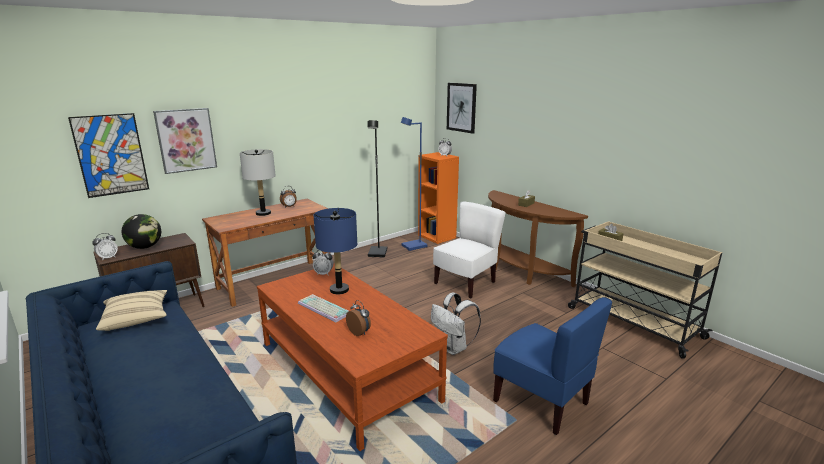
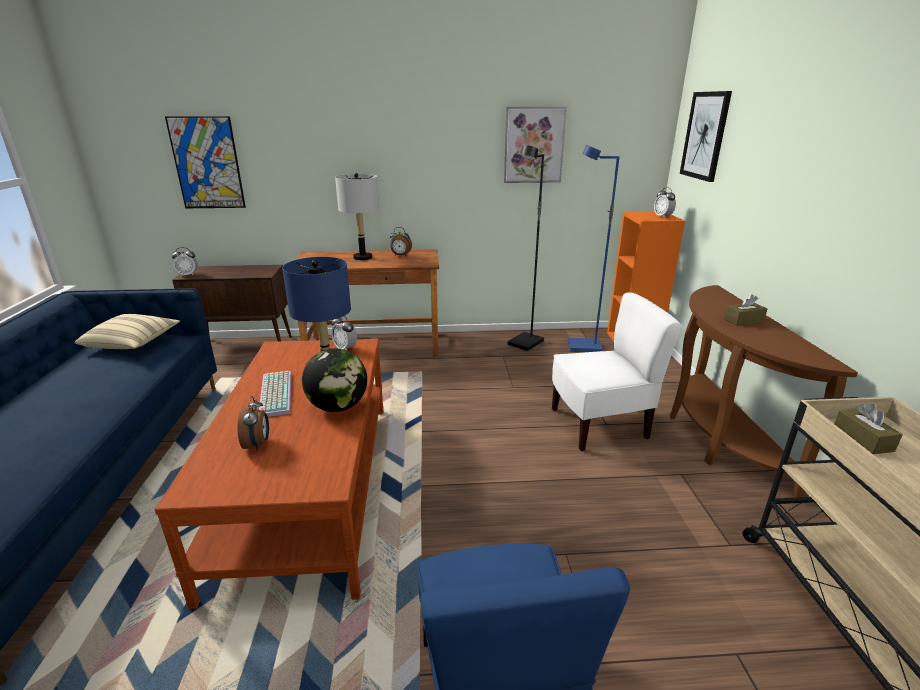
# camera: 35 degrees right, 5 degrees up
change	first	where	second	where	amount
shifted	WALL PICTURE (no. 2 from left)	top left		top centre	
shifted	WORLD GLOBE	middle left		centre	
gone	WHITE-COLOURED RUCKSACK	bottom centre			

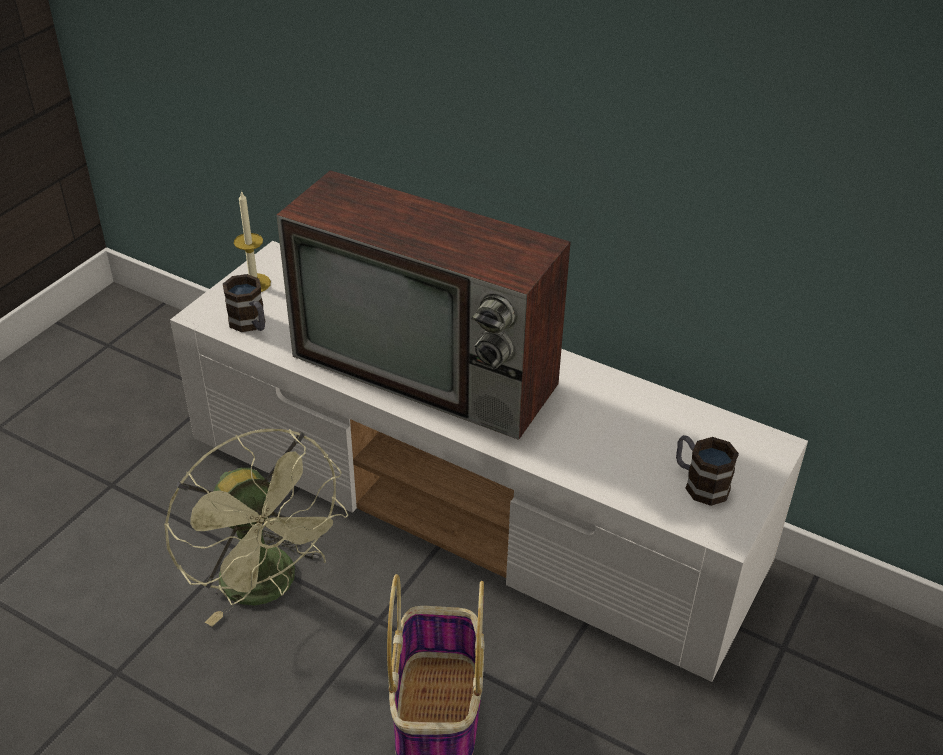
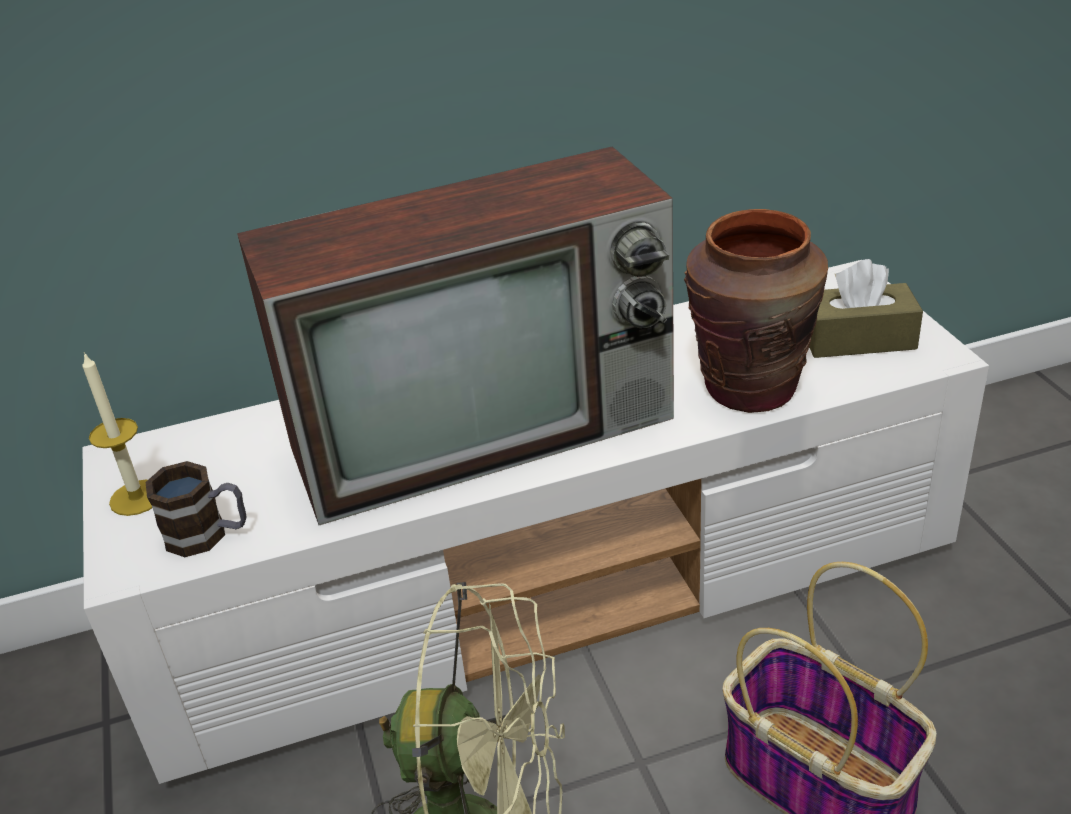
# camera: 45 degrees left, 5 degrees down
change	first	where	second	where	amount
swapped	MUG (no. 2 from left)	middle right	BROWN TISSUE BOX	middle right	
new			BROWN VASE	middle right	

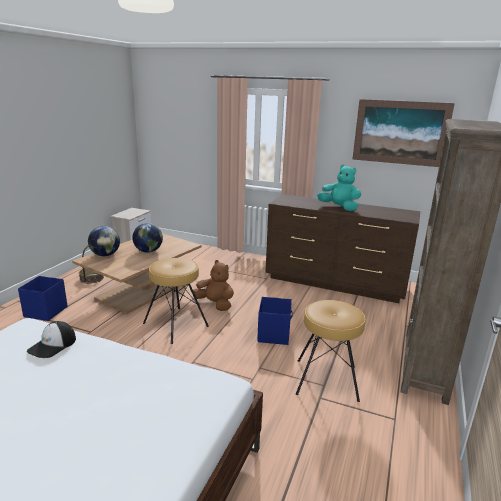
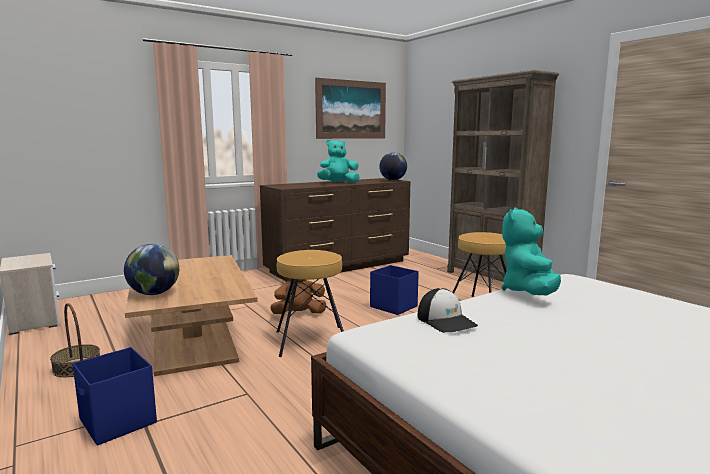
# camera: 55 degrees left, 10 degrees down
change	first	where	second	where	amount
shifted	WORLD GLOBE (no. 2 from left)	middle left		centre	
new			BLUE-GREEN CUDDLY TOY (no. 2 from left)	middle right	

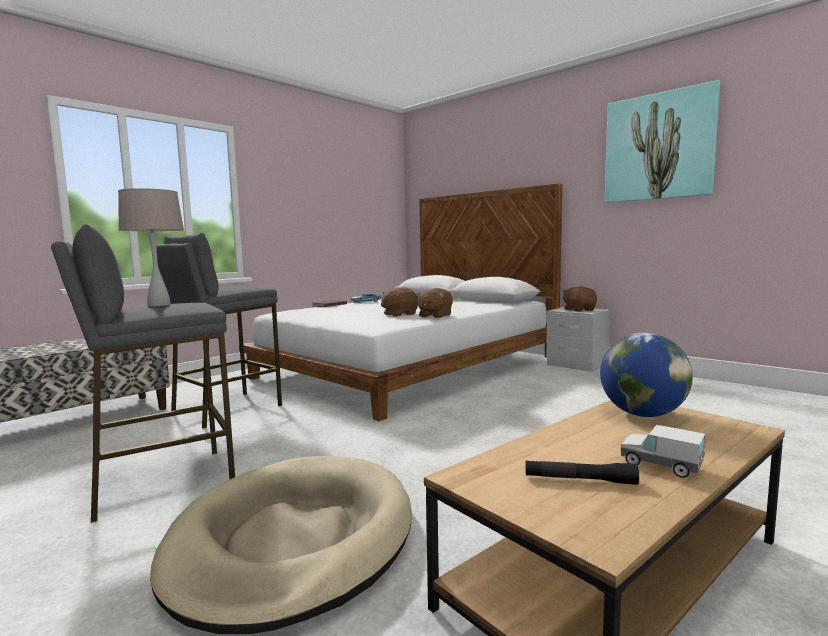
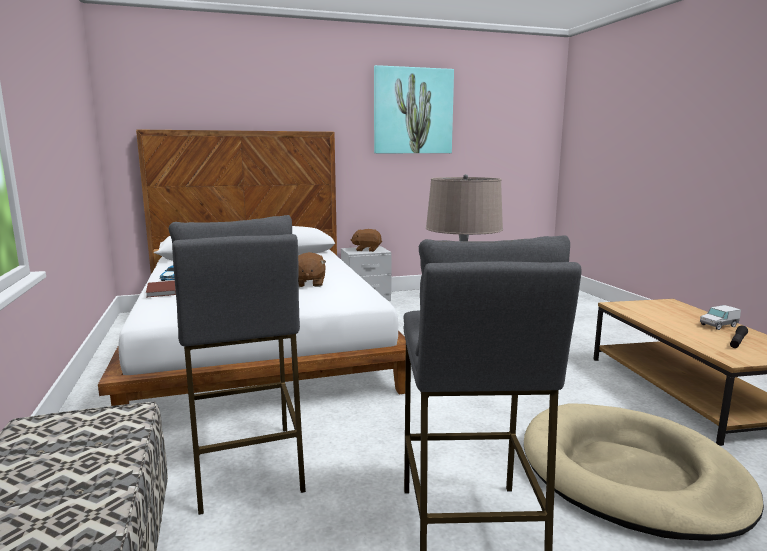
# camera: 60 degrees left, 5 degrees up
change	first	where	second	where	amount
gone	BROWN CUDDLY TOY (no. 2 from left)	centre			
gone	WORLD GLOBE	middle right			

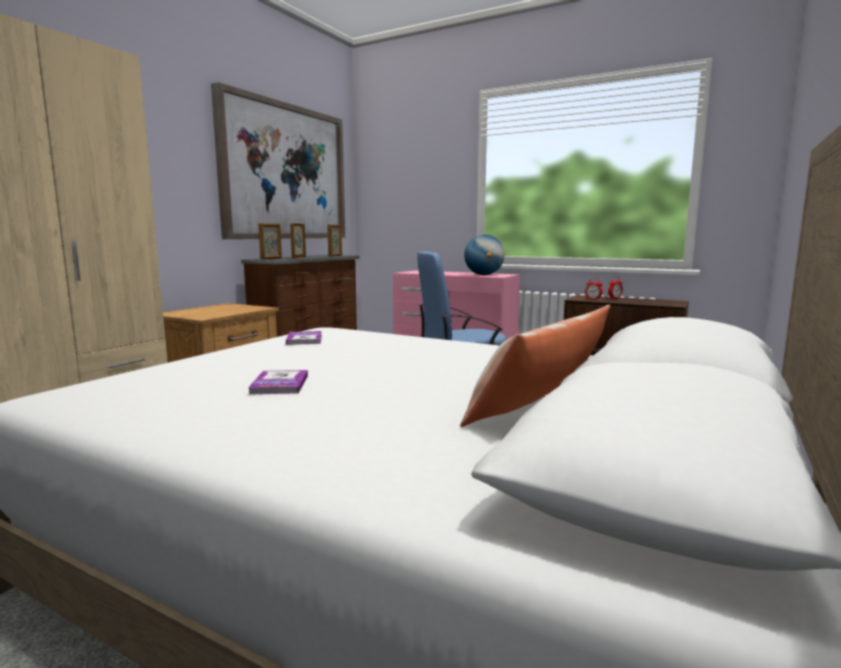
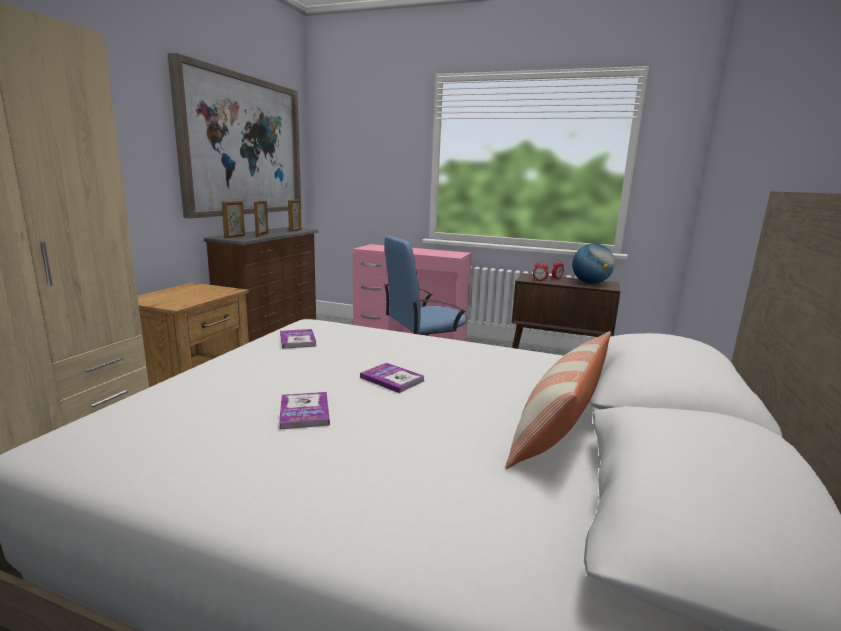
# camera: 10 degrees left, 5 degrees up
change	first	where	second	where	amount
shifted	WORLD GLOBE	centre		middle right	
new			BOOK (no. 3 from left)	centre	

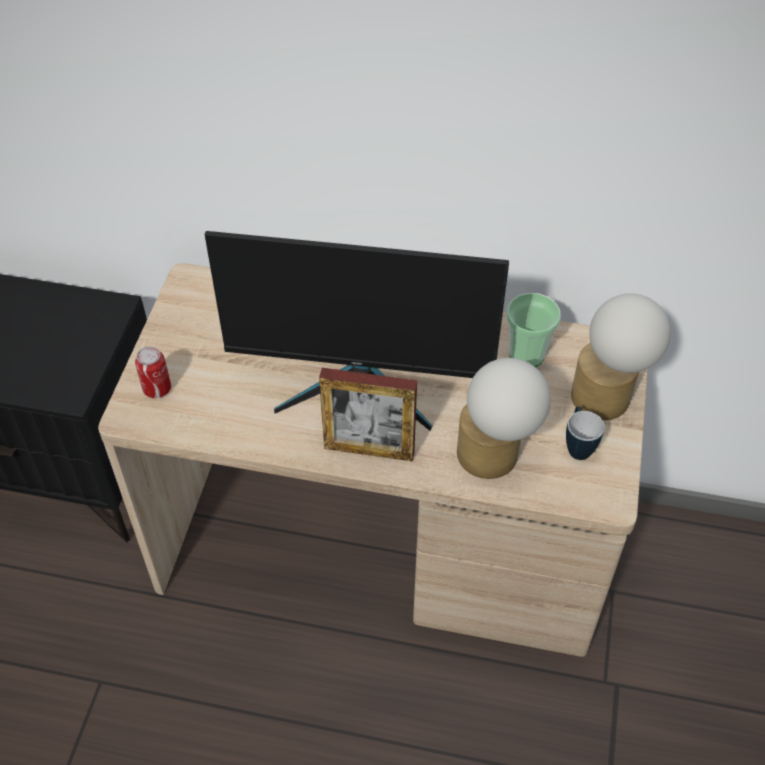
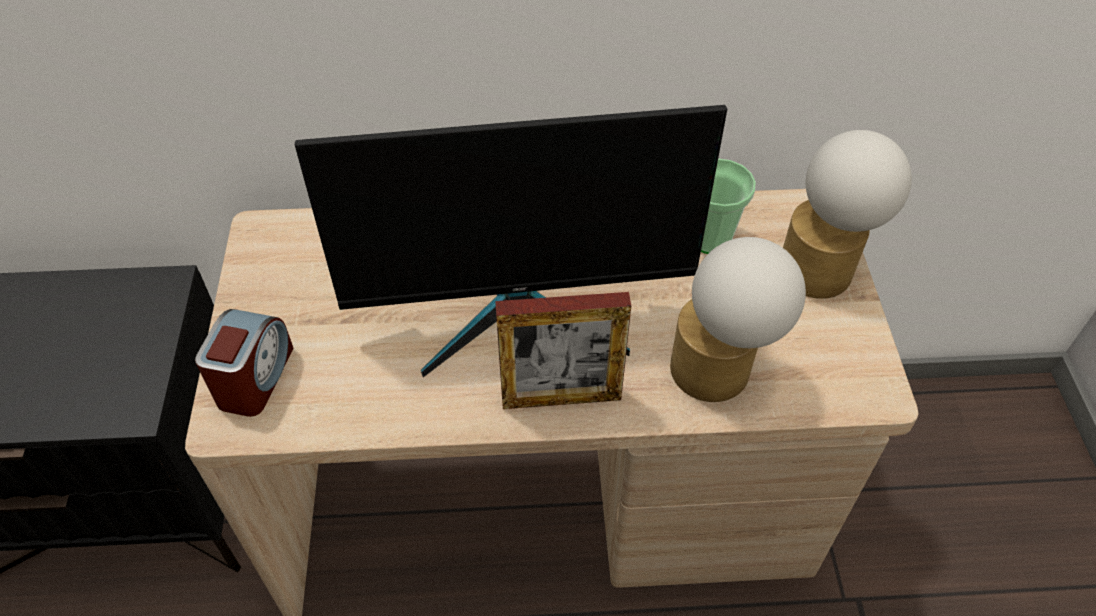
# camera: 15 degrees left, 0 degrees up
change	first	where	second	where	amount
swapped	SEALED CAN	middle left	TABLE CLOCK	middle left	
gone	MUG	middle right			

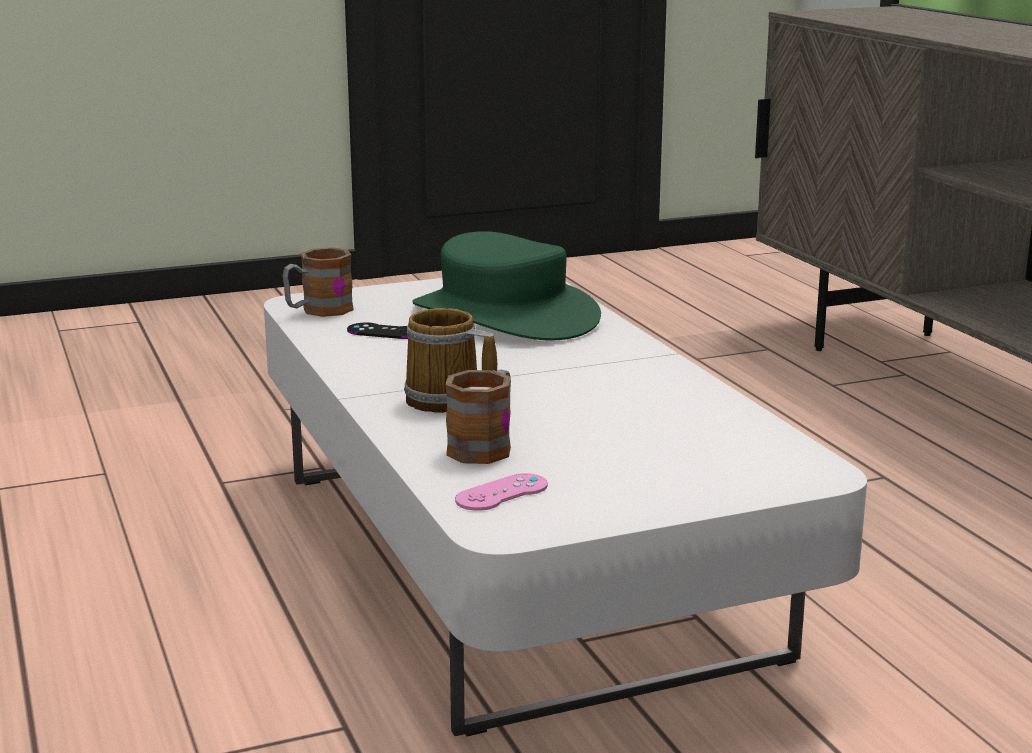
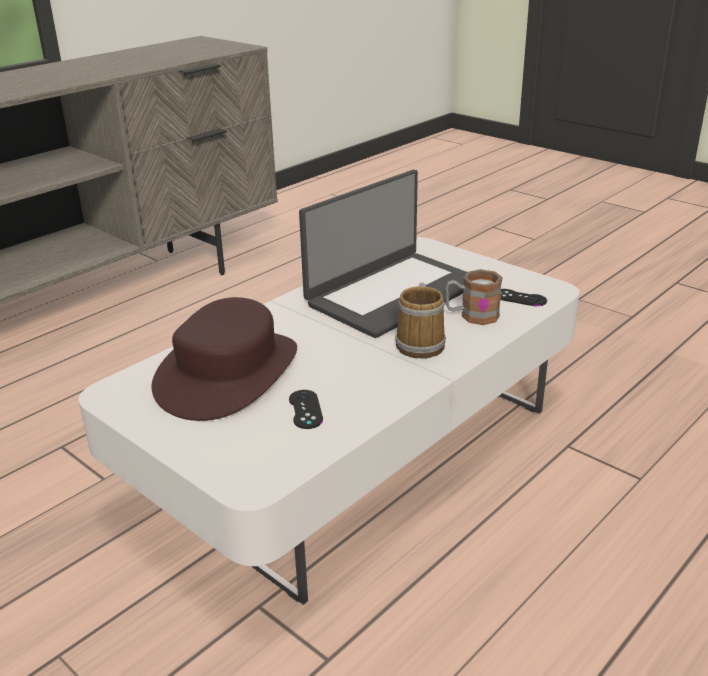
# camera: 115 degrees left, 10 degrees up
change	first	where	second	where	amount
repainted	GREEN CLOTHING HAT	centre	BROWN CLOTHING HAT	middle left	
gone	MUG (no. 1 from left)	middle left			
repainted	PINK GAME CONTROLLER	centre	BLACKISH GAME CONTROLLER (no. 2 from left)	middle right	
new			PORTABLE COMPUTER	centre	

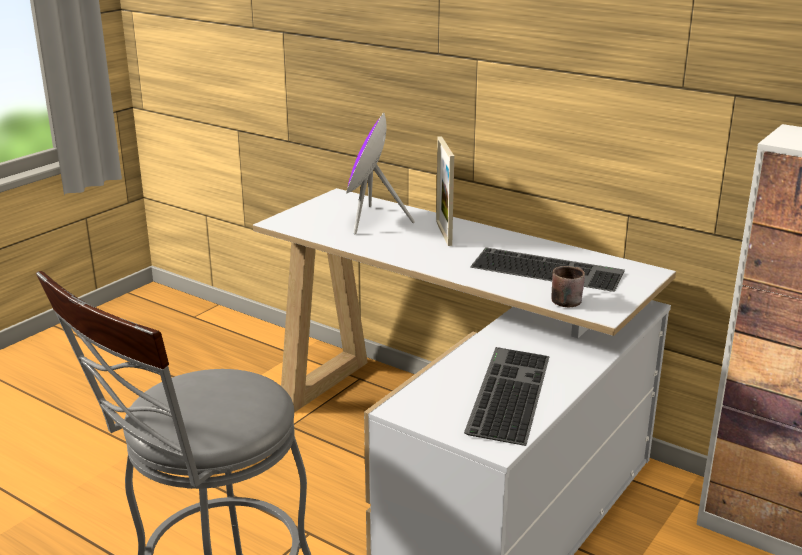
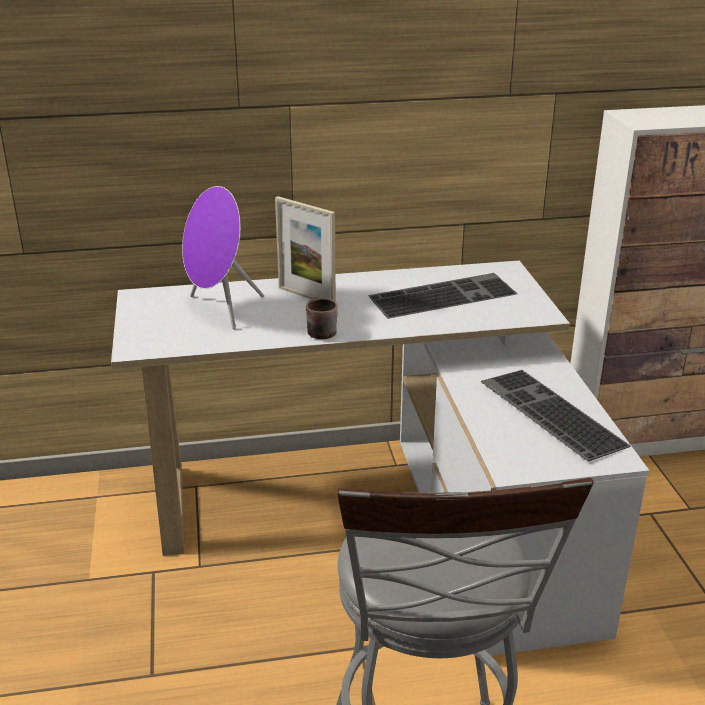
# camera: 45 degrees left, 5 degrees up
change	first	where	second	where	amount
shifted	BROWN MUG	middle right		centre	

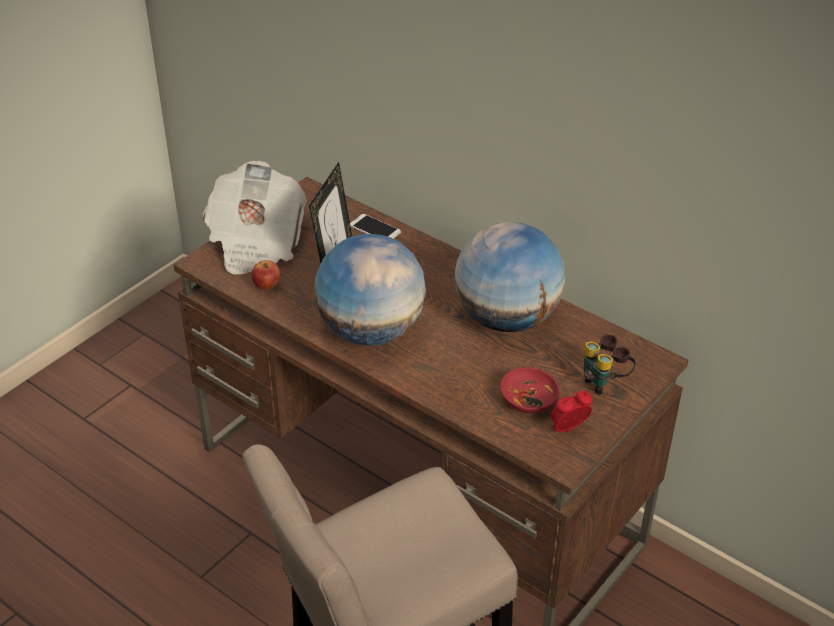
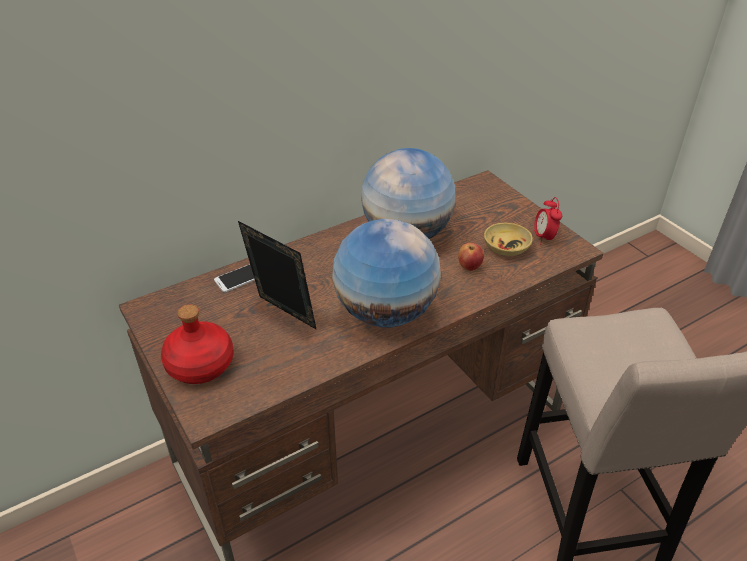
# camera: 70 degrees left, 0 degrees up
change	first	where	second	where	amount
swapped	NEWSPAPER	middle left	REDDISH BEVERAGE BOTTLE	middle left	
shifted	WHOLE APPLE	middle left		centre	
gone	PAIR OF BINOCULARS	middle right			
repainted	REDDISH DEEP DISH	centre	BEIGE DEEP DISH	middle right	

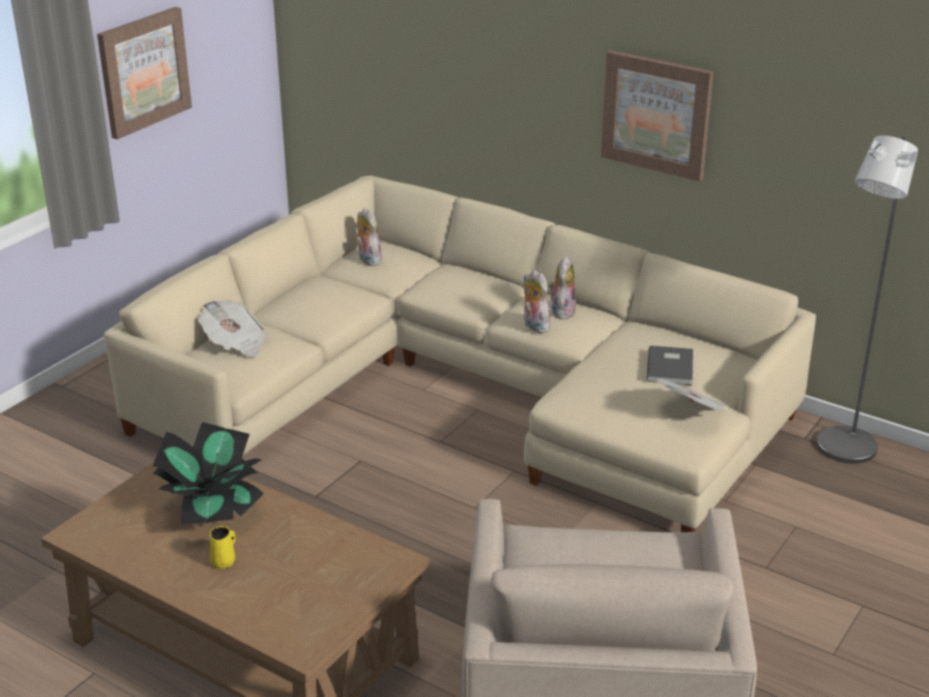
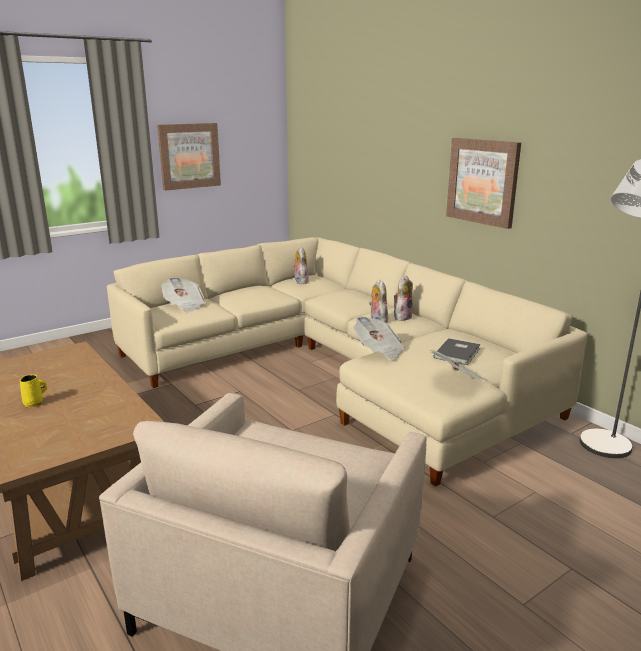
# camera: 20 degrees right, 10 degrees down
change	first	where	second	where	amount
gone	POTTED PLANT	bottom left			
new			NEWSPAPER (no. 2 from left)	centre	

